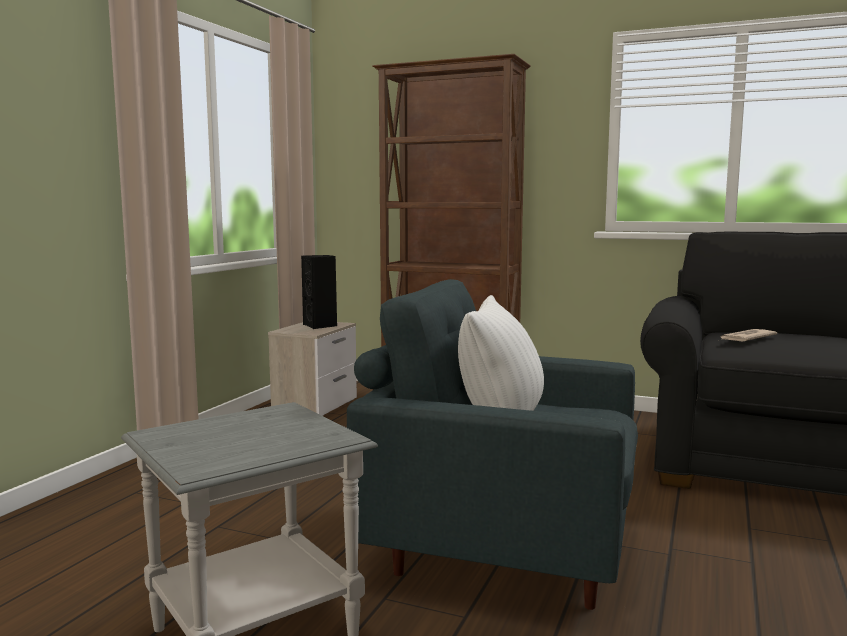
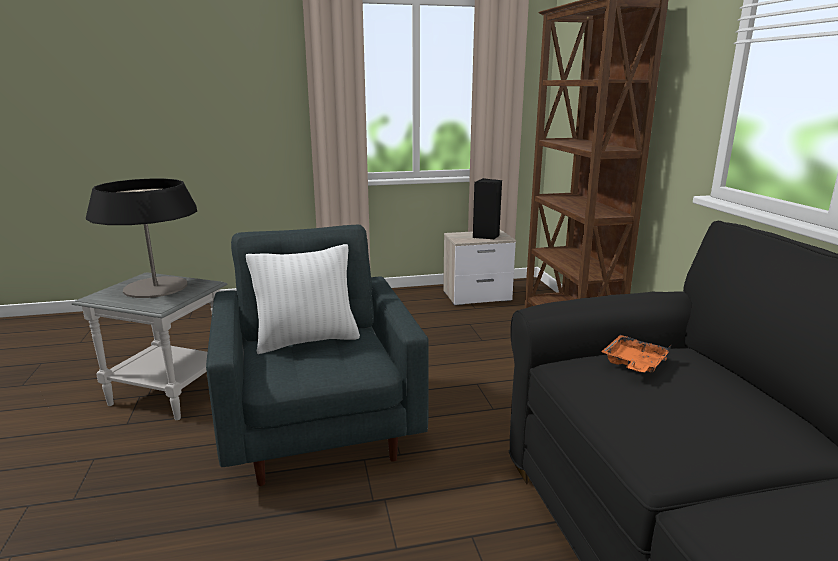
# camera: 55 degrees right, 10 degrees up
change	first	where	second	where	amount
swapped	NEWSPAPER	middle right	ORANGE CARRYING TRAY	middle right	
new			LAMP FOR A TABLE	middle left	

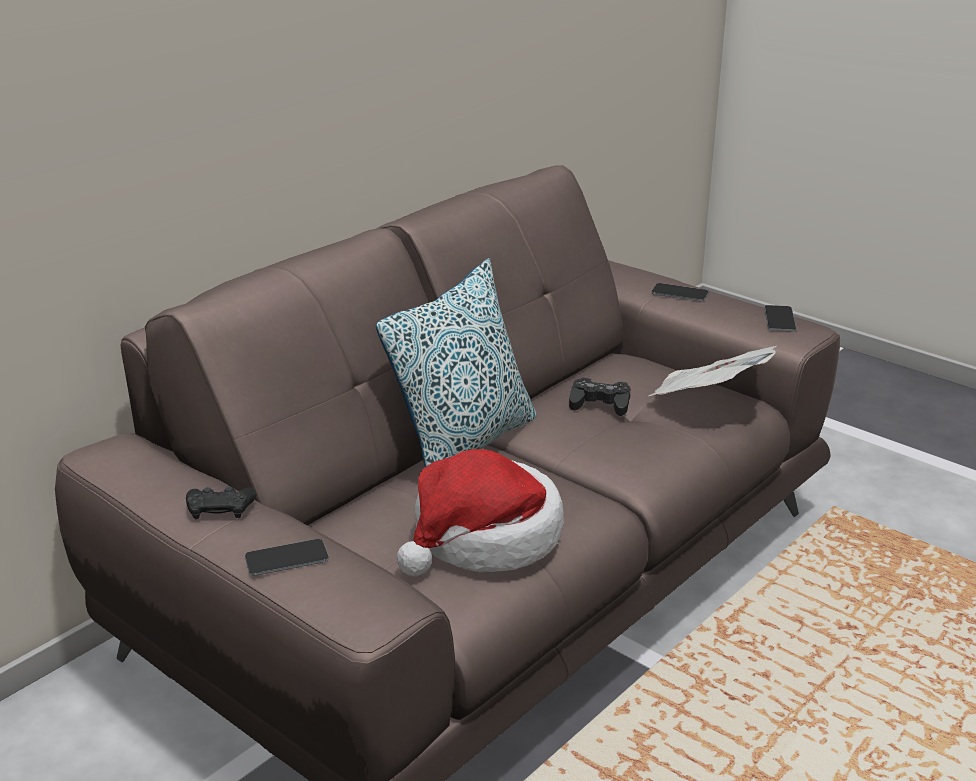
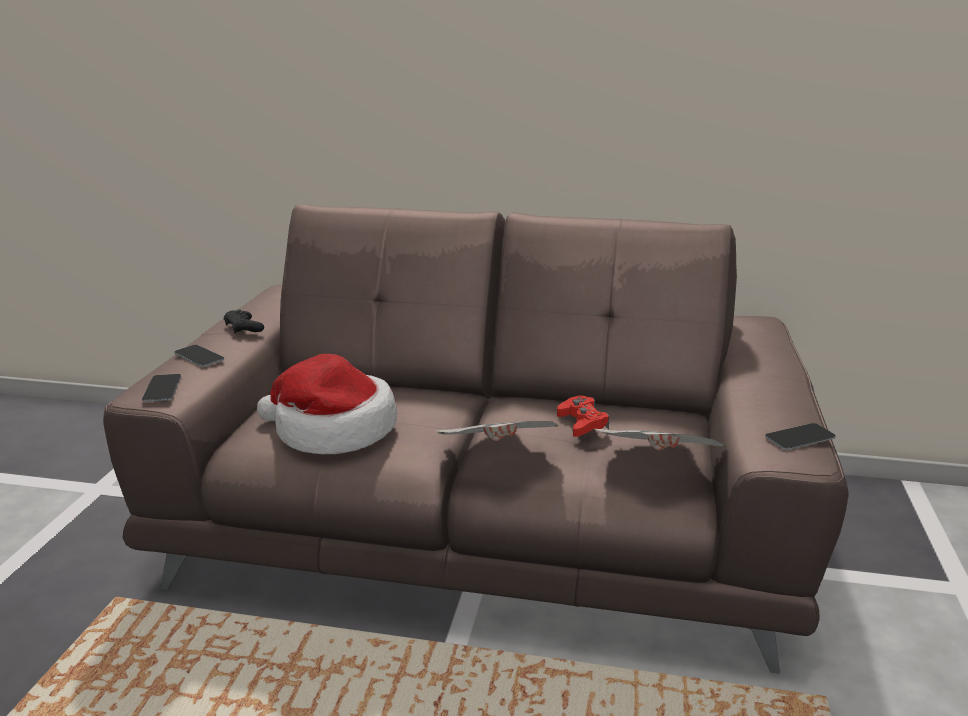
# camera: 60 degrees right, 5 degrees down
change	first	where	second	where	amount
gone	PILLOW	centre			
shifted	HANDSET (no. 2 from left in the first image)	middle right	HANDSET (no. 1 from left)	middle left	
repainted	BLACKISH GAME CONTROLLER (no. 2 from left)	centre	REDDISH GAME CONTROLLER	centre	
new			NEWSPAPER (no. 1 from left)	centre	

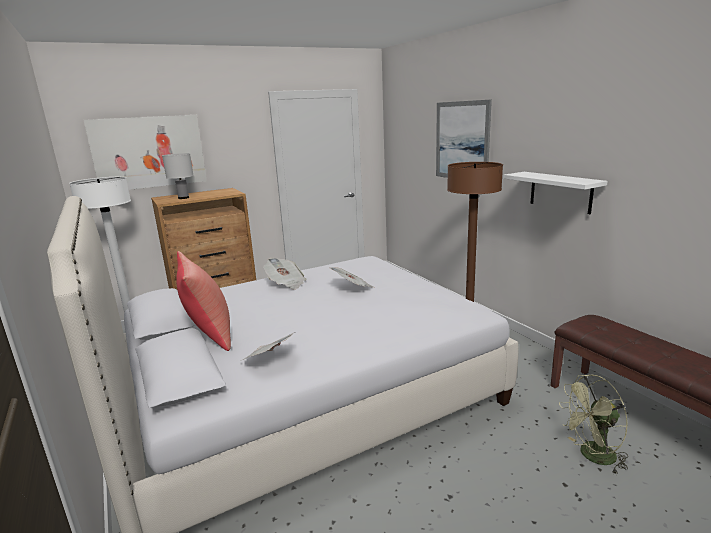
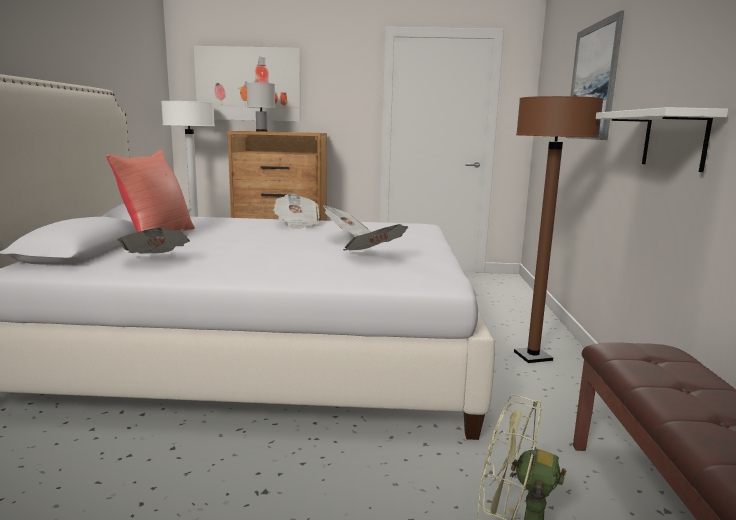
# camera: 30 degrees right, 5 degrees down
change	first	where	second	where	amount
new			NEWSPAPER (no. 4 from left)	centre	

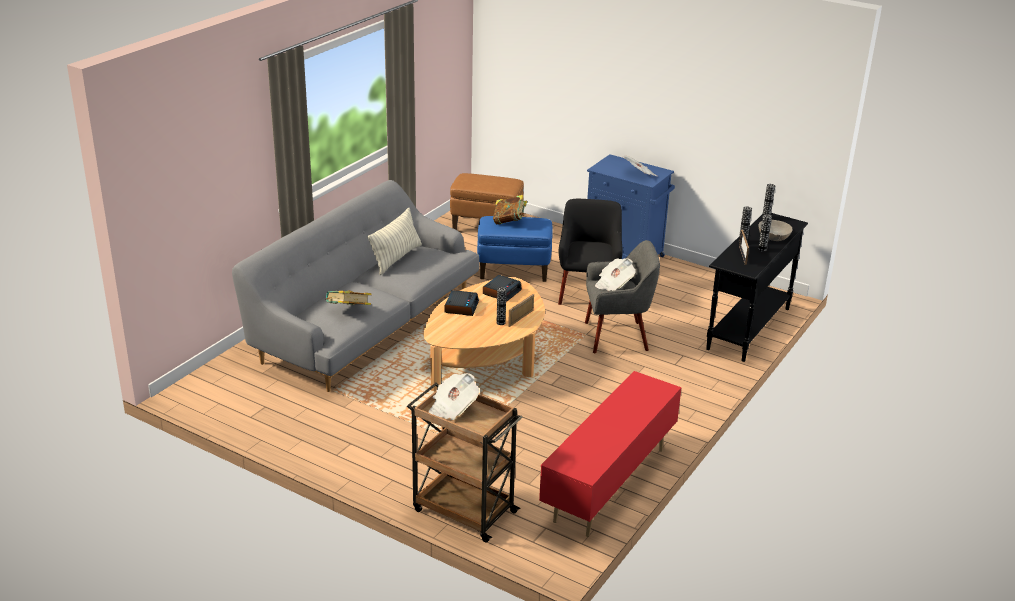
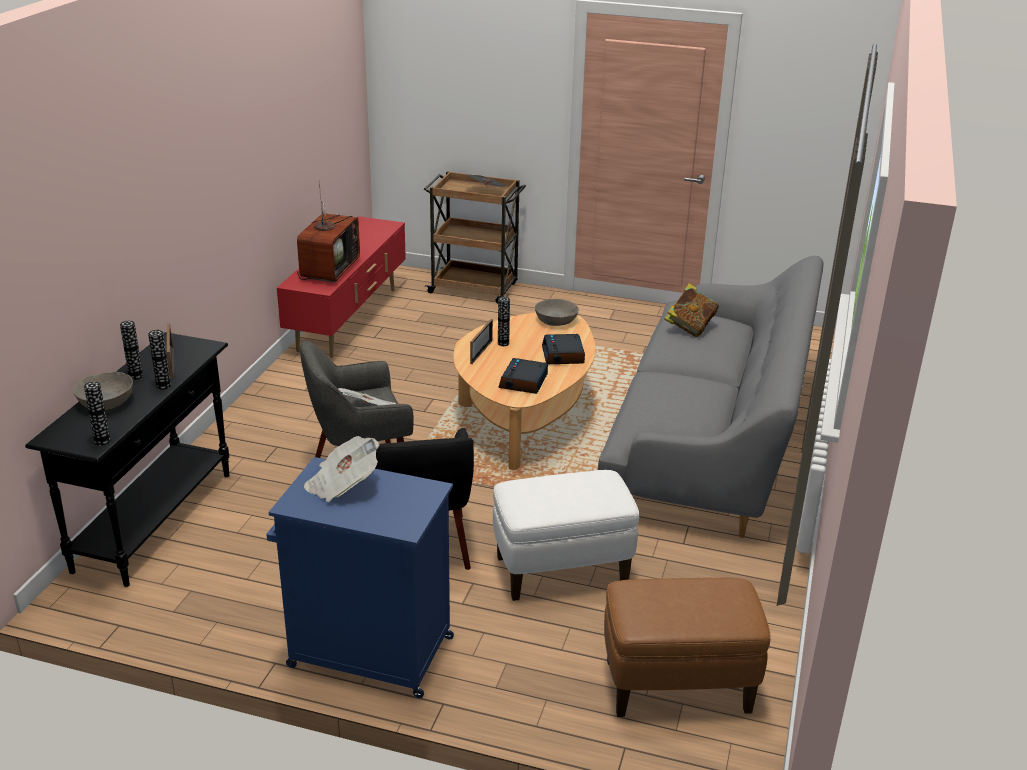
# camera: 165 degrees right, 0 degrees up
change	first	where	second	where	amount
gone	BOOK (no. 2 from left)	centre			
gone	PILLOW	centre			
repainted	BLUE-COLOURED OTTOMAN	centre	WHITE-COLOURED OTTOMAN	bottom centre	
new			TV	top left	
new			GRAY DEEP DISH (no. 2 from left)	centre	

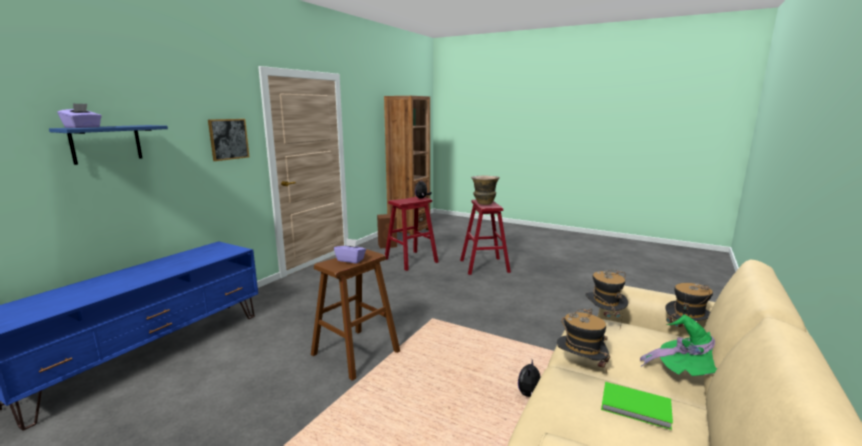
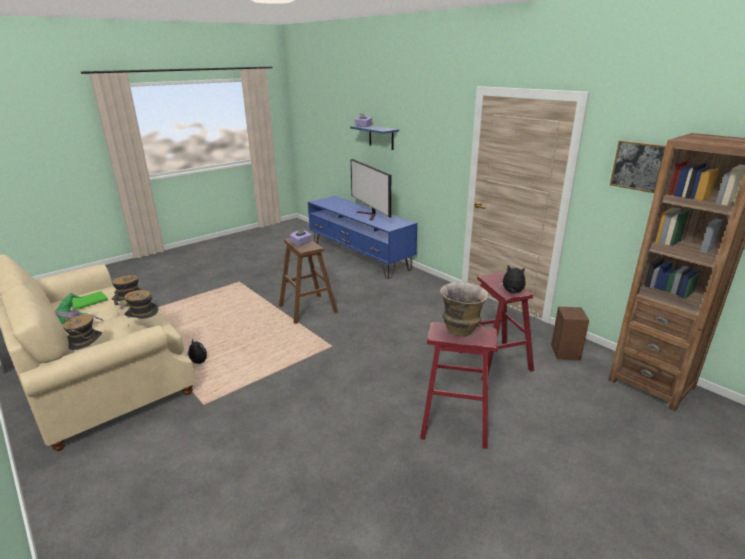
# camera: 110 degrees right, 10 degrees up
change	first	where	second	where	amount
shifted	WALL PICTURE	top left		top right	
new			TV	centre	

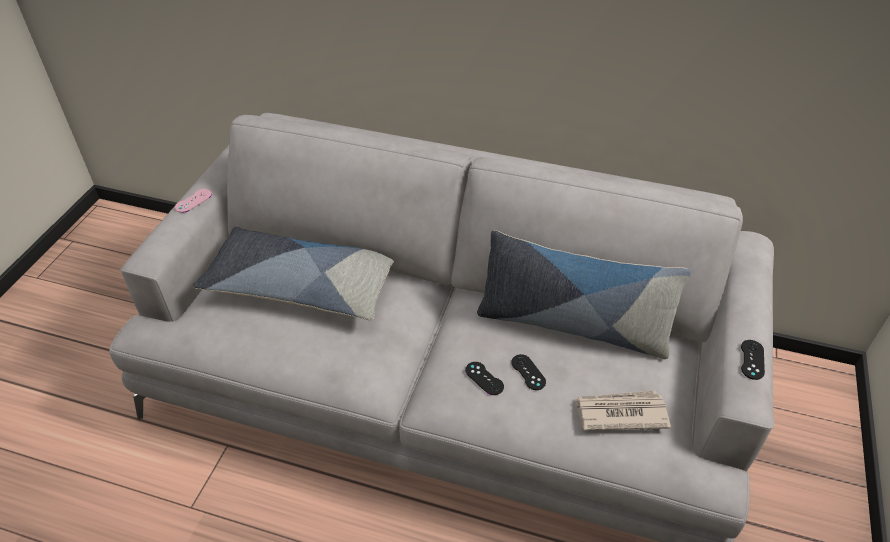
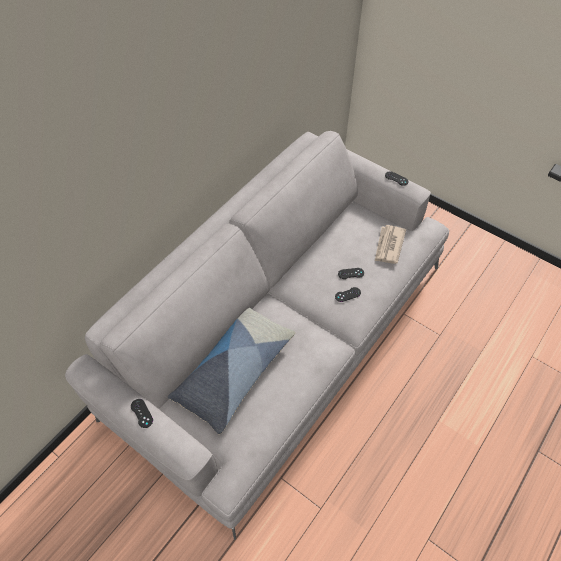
# camera: 70 degrees left, 10 degrees up
change	first	where	second	where	amount
repainted	PINK GAME CONTROLLER	middle left	BLACKISH GAME CONTROLLER (no. 1 from left)	bottom left	
gone	PILLOW (no. 2 from left)	centre			

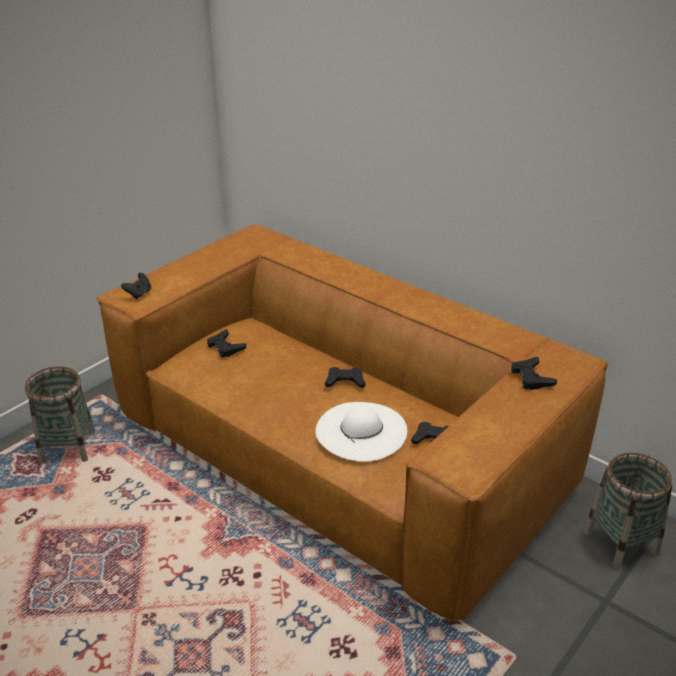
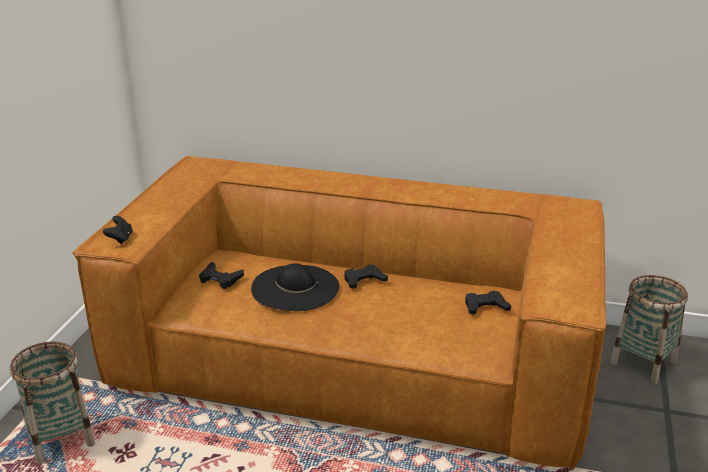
# camera: 25 degrees left, 5 degrees down
change	first	where	second	where	amount
gone	BLACKISH GAME CONTROLLER (no. 5 from left)	middle right			
gone	WHITE-COLOURED CLOTHING HAT	centre			
new			BLACKISH CLOTHING HAT	centre	

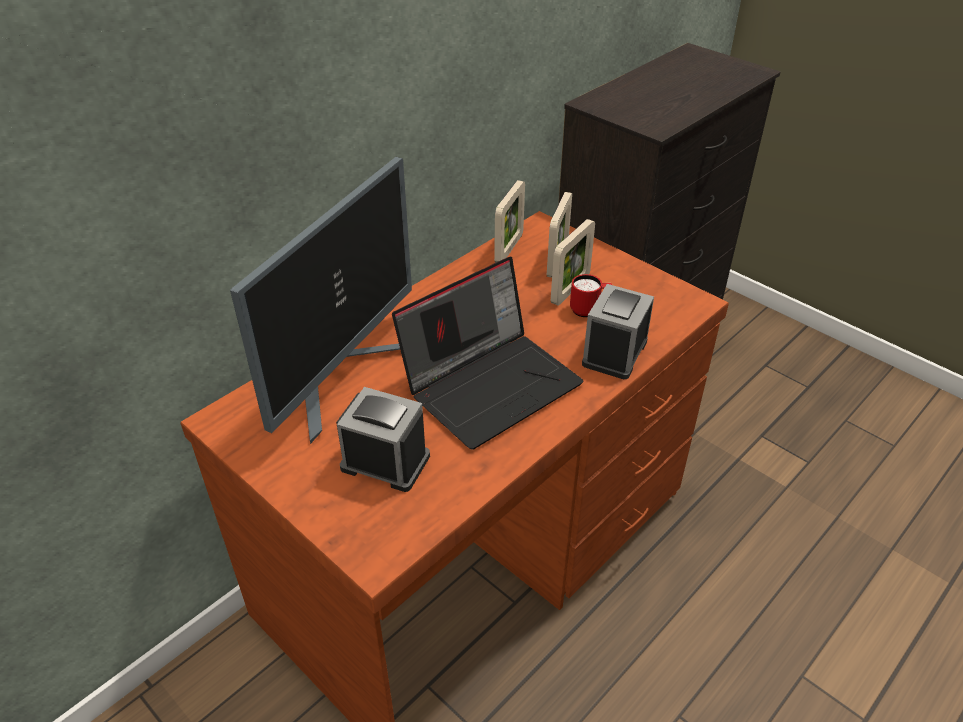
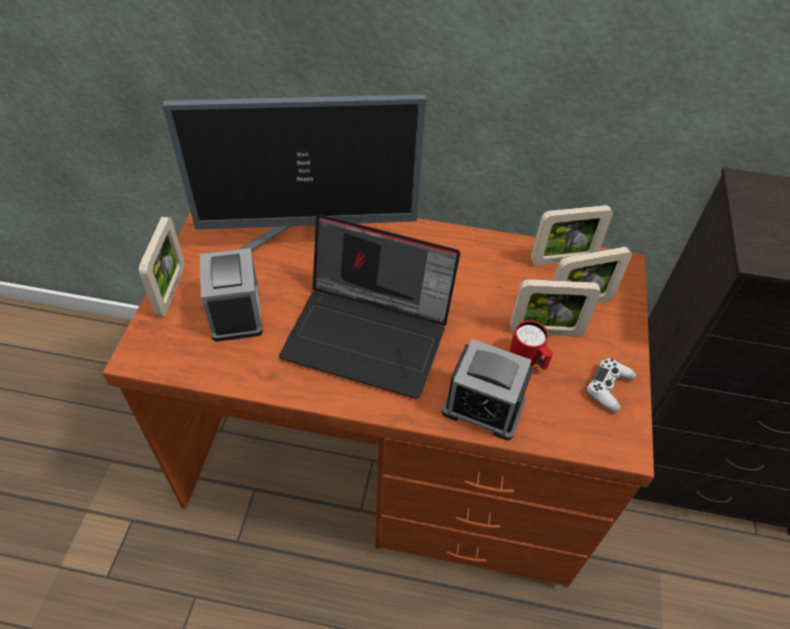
# camera: 55 degrees right, 10 degrees up
change	first	where	second	where	amount
rotated	TABLE CLOCK (no. 2 from left)	centre		centre	150 degrees counterclockwise
new			STANDING FRAME (no. 1 from left)	middle left	
new			WHITE-COLOURED GAME CONTROLLER	middle right	

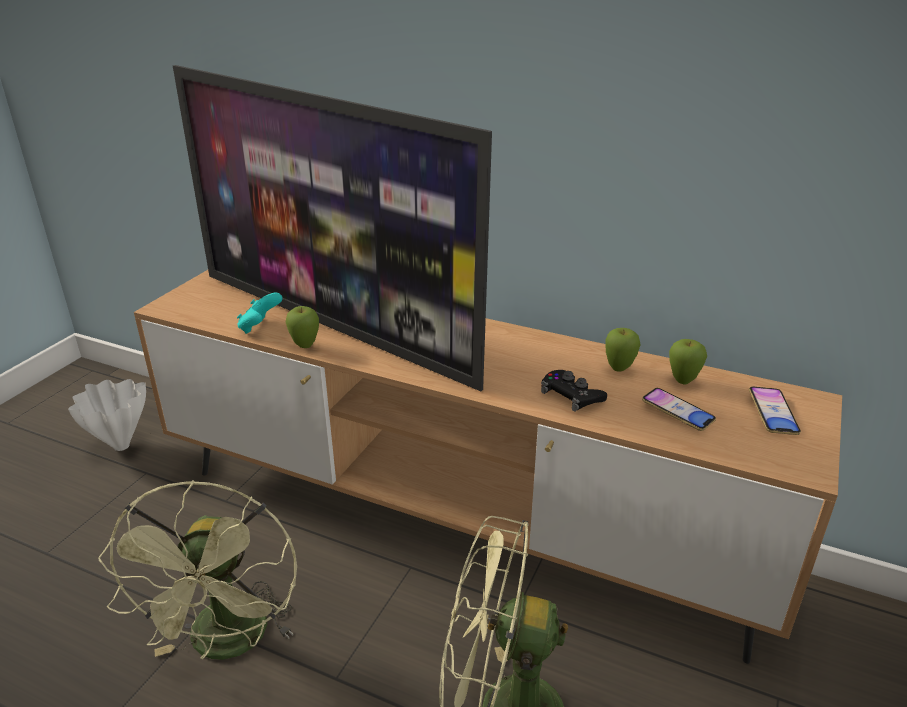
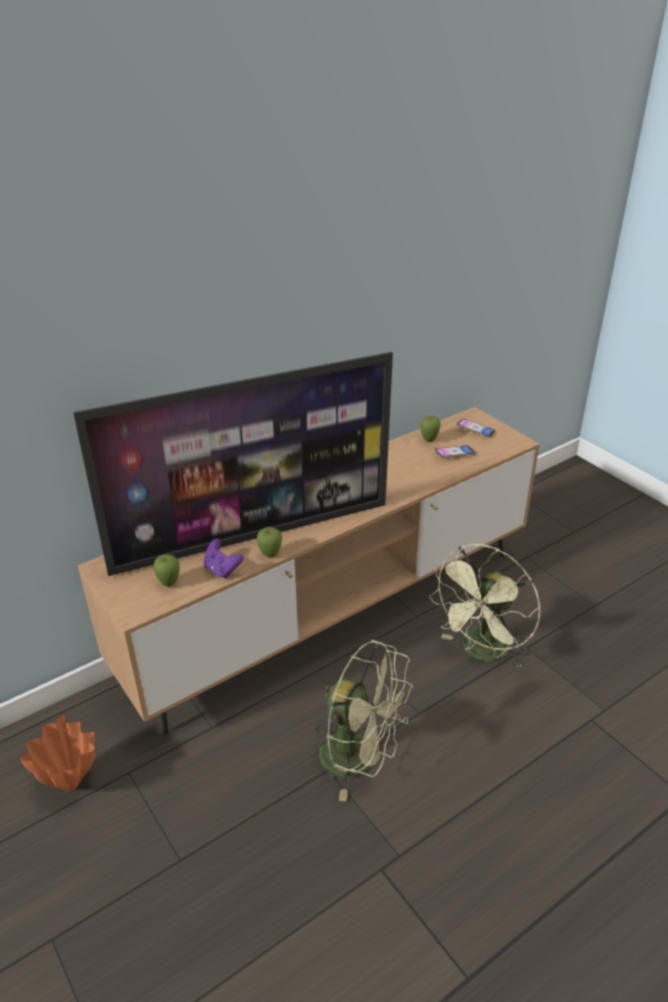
# camera: 60 degrees left, 5 degrees up
change	first	where	second	where	amount
repainted	BLUE-GREEN GAME CONTROLLER	middle left	PURPLE-COLOURED GAME CONTROLLER	centre	
shifted	WHOLE APPLE (no. 2 from left in the first image)	middle right	WHOLE APPLE (no. 1 from left)	middle left	
gone	BLACKISH GAME CONTROLLER	centre			
repainted	WHITE-COLOURED VASE	middle left	ORANGE VASE	bottom left	

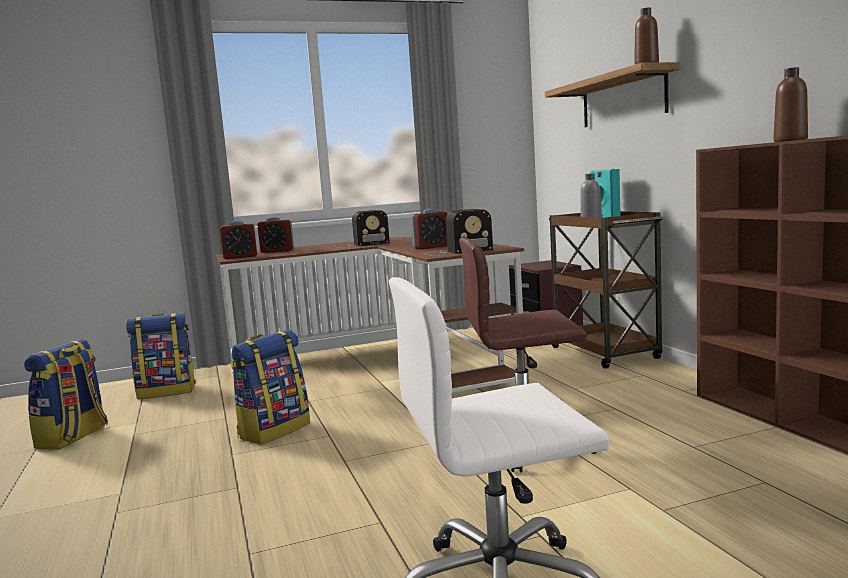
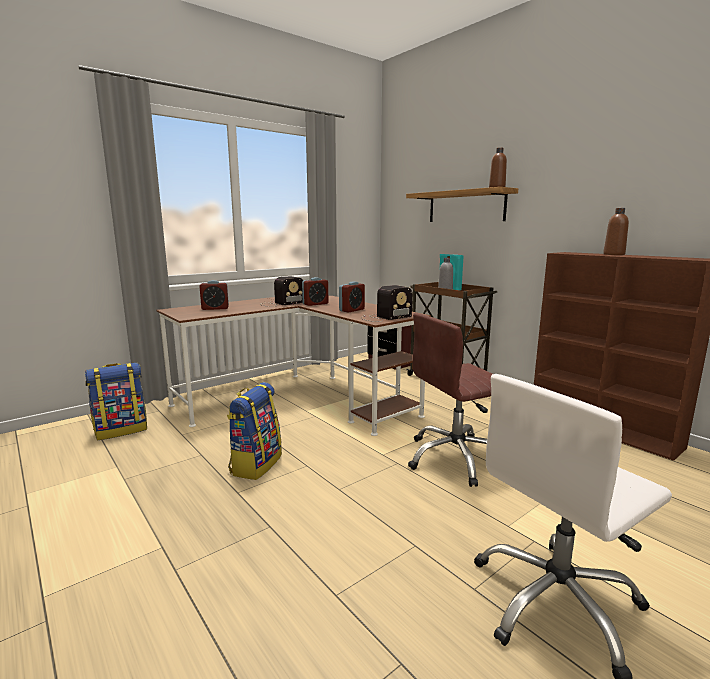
# camera: 20 degrees left, 5 degrees up
change	first	where	second	where	amount
shifted	TABLE CLOCK (no. 1 from left in the first image)	middle left	TABLE CLOCK (no. 2 from left)	centre	
gone	RUCKSACK (no. 1 from left)	bottom left			

